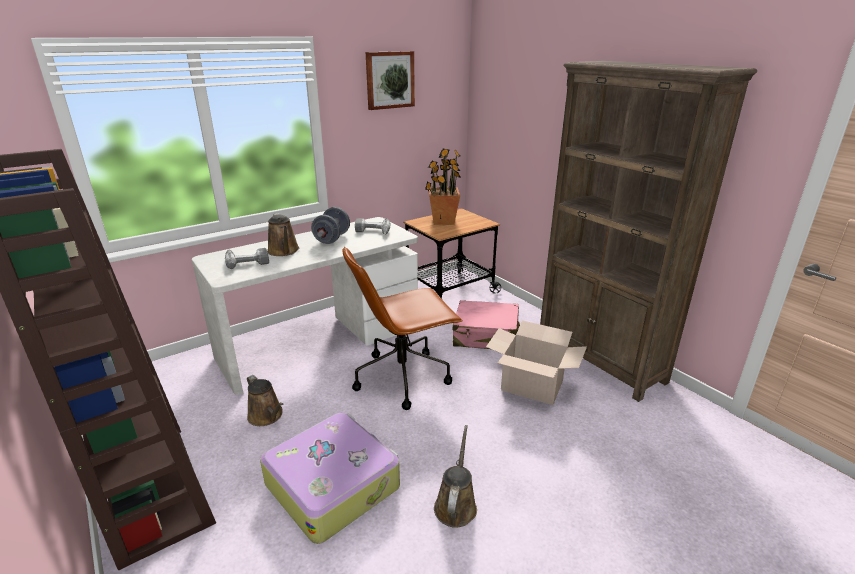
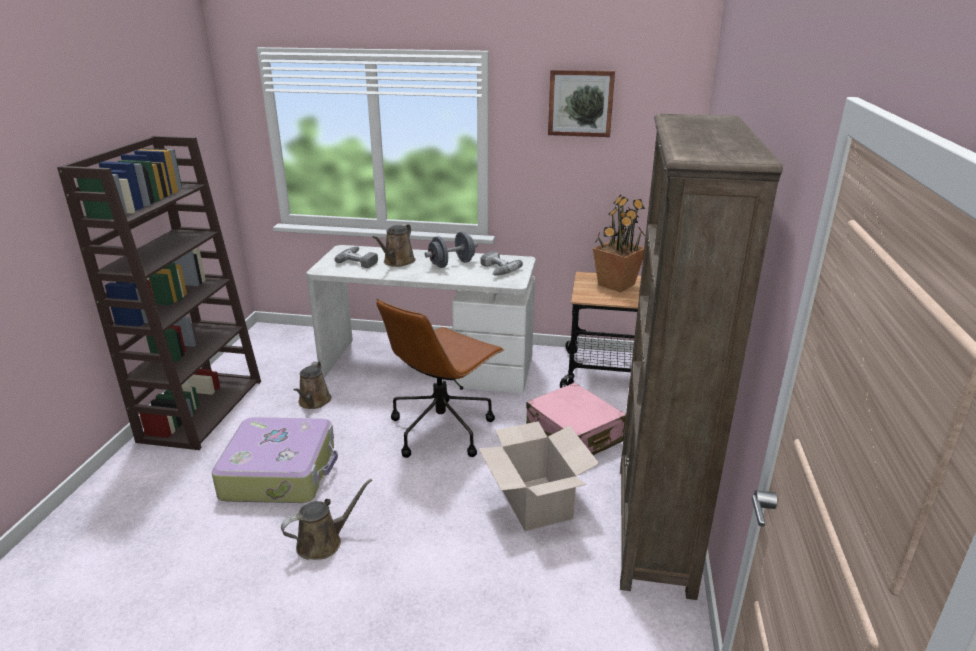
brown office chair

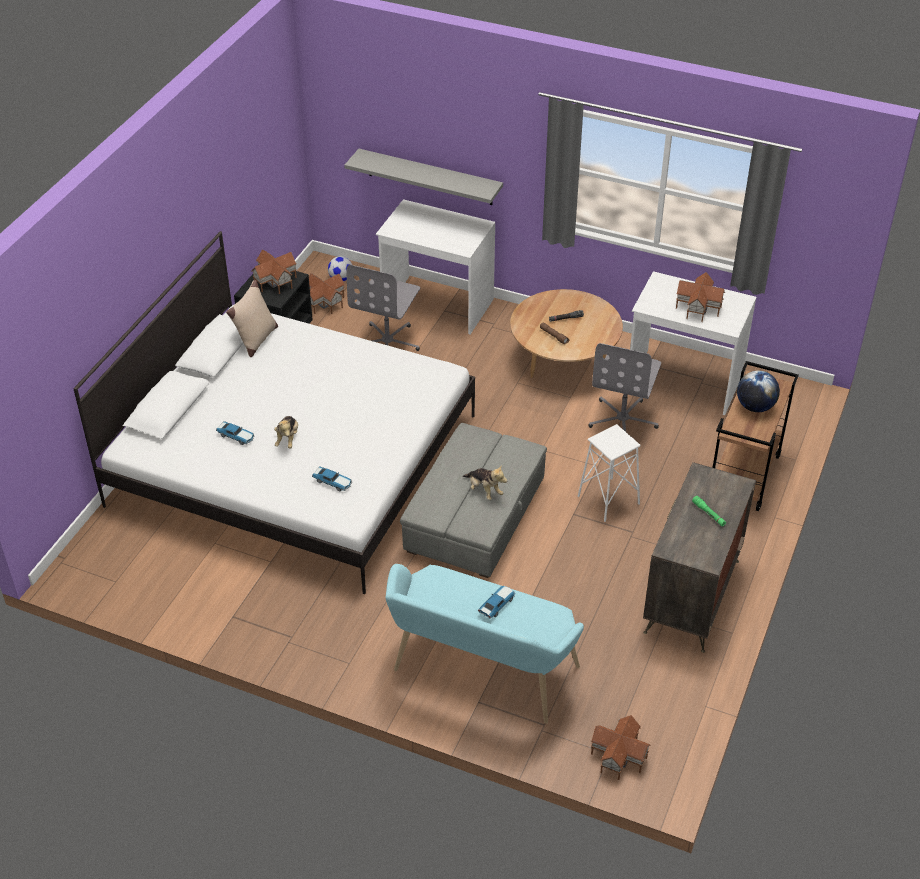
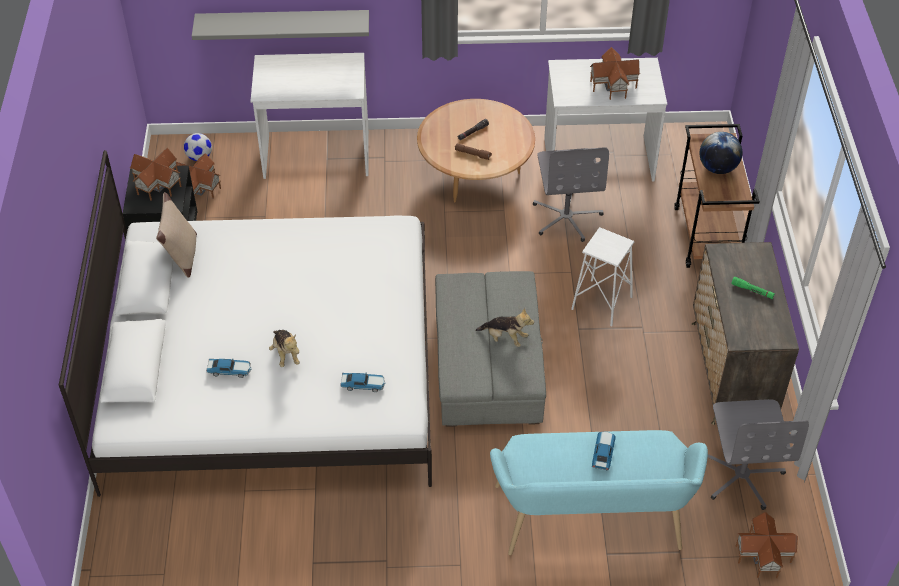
grey office chair (2nd from left)

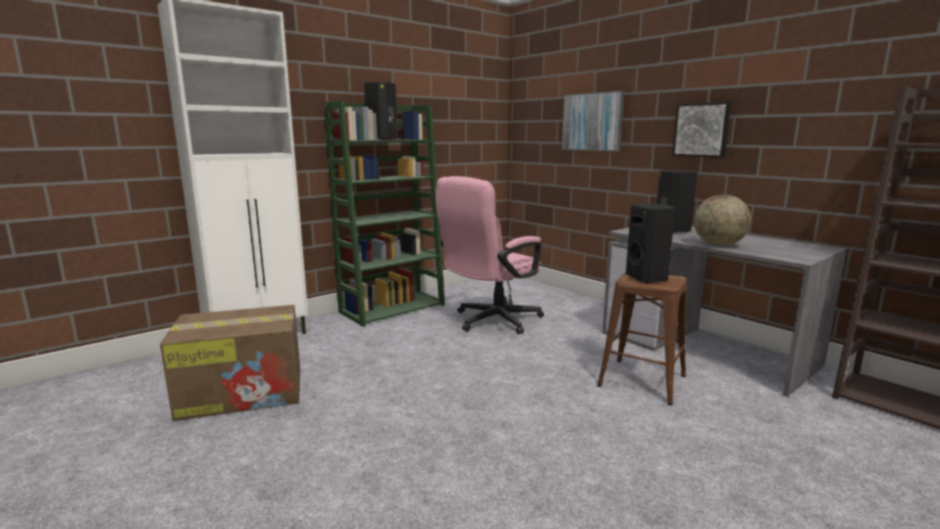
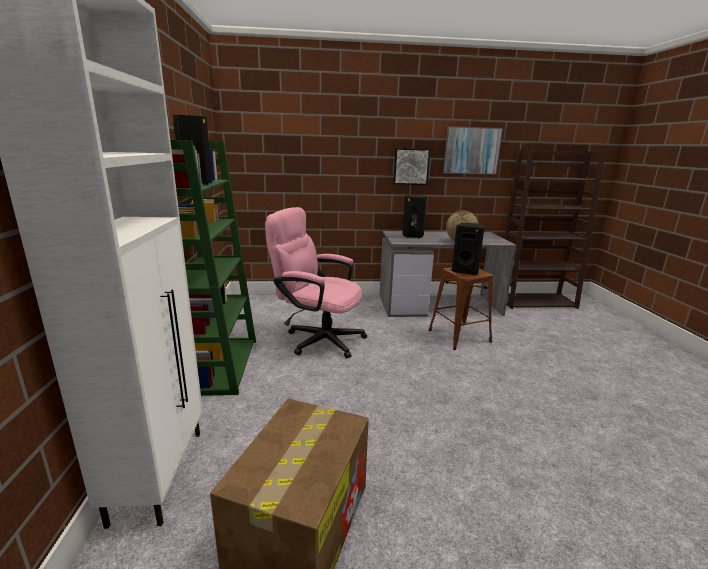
pink office chair
picture (2nd from left)

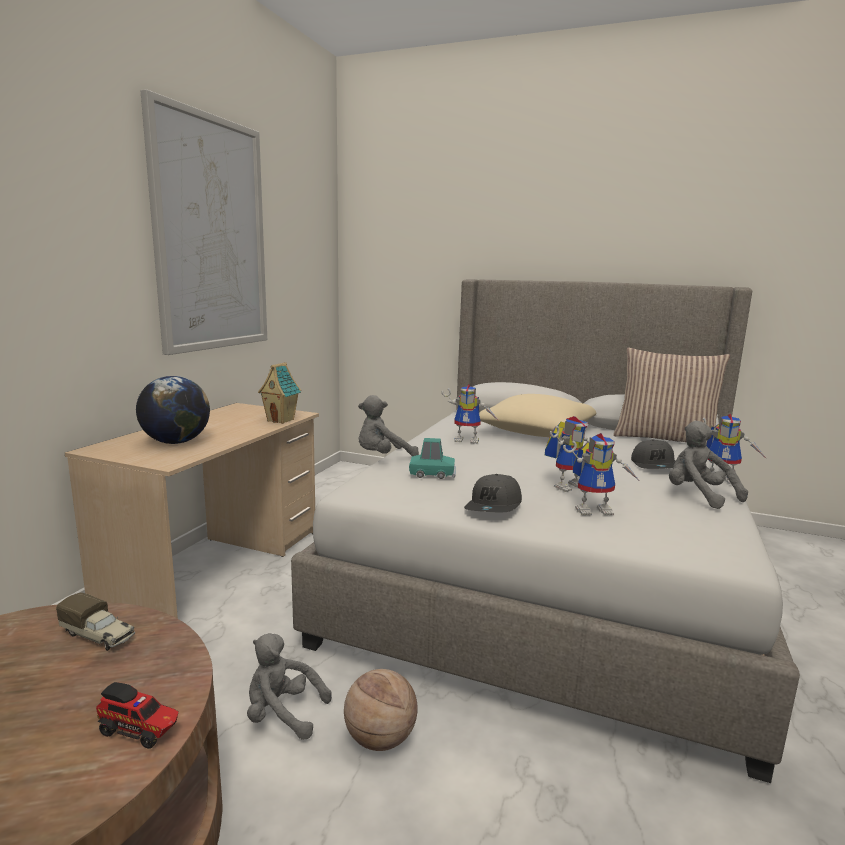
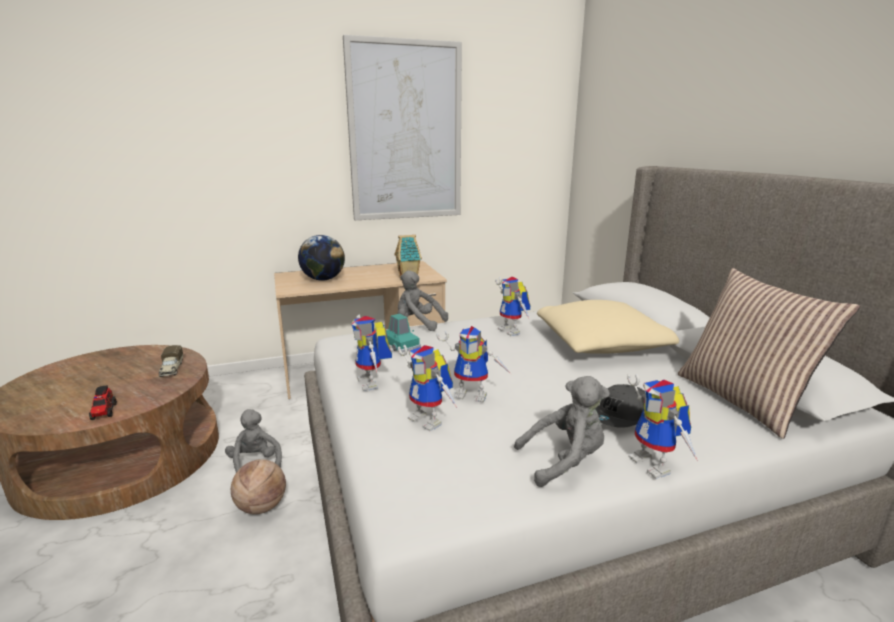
toy robot (1st from left)
grey plush toy (3rd from left)

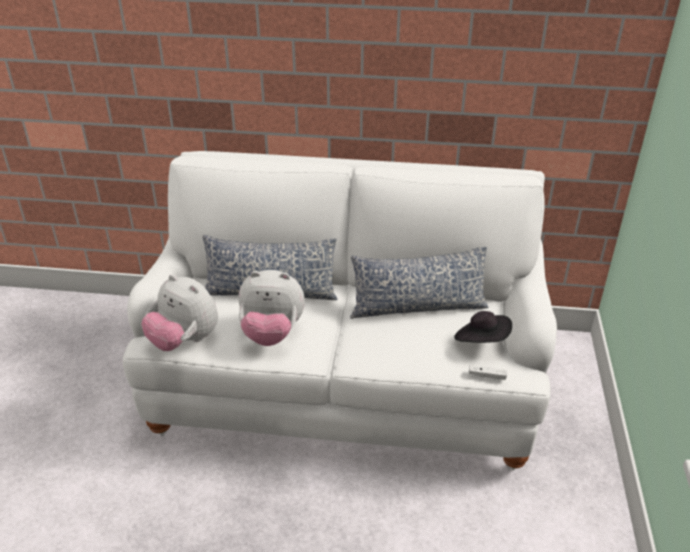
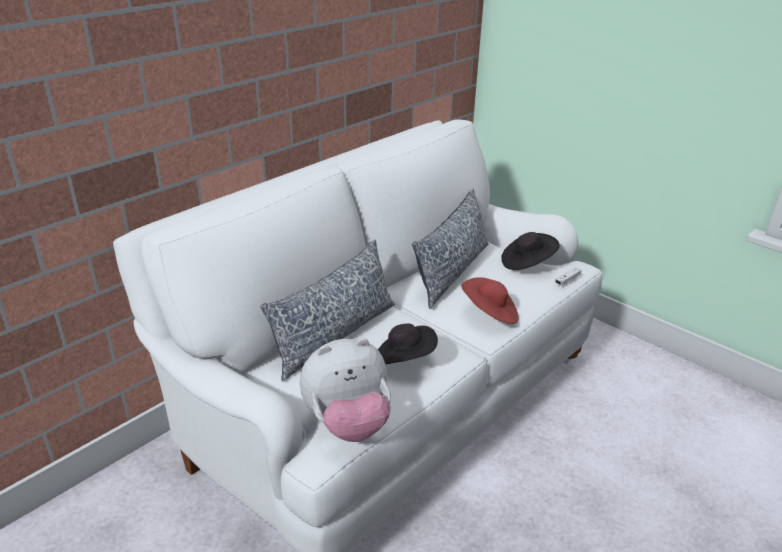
black hat (1st from left)
red hat

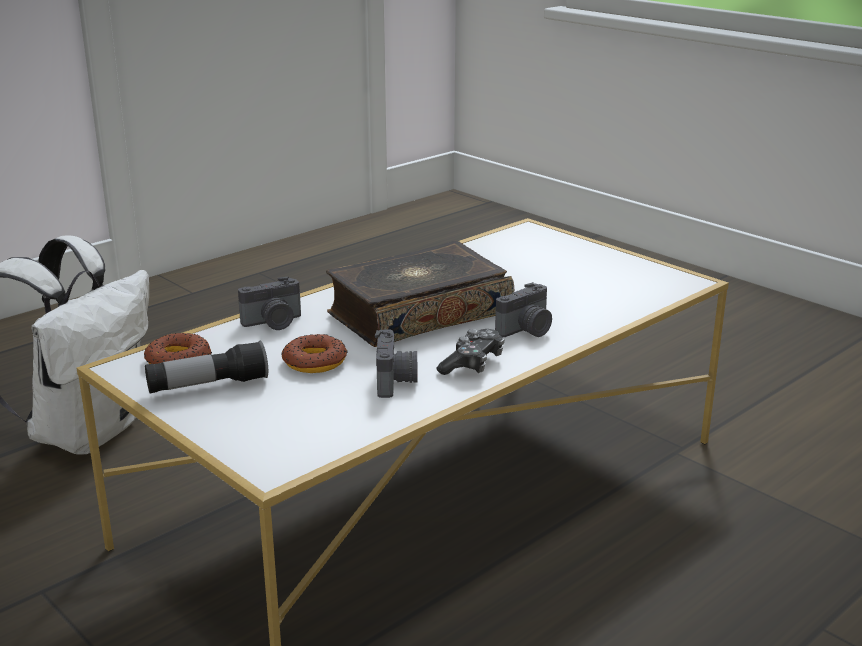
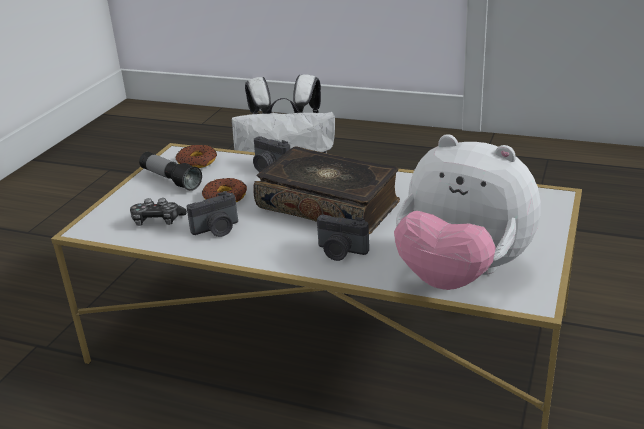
game controller
plush toy

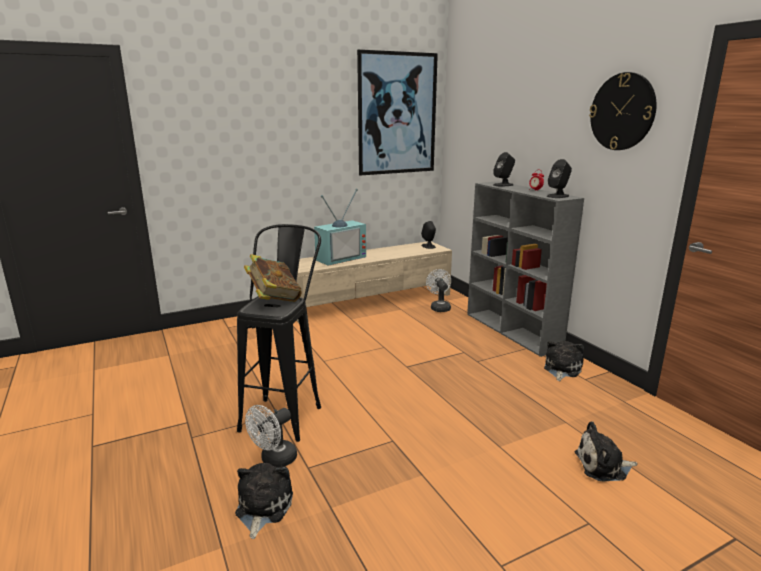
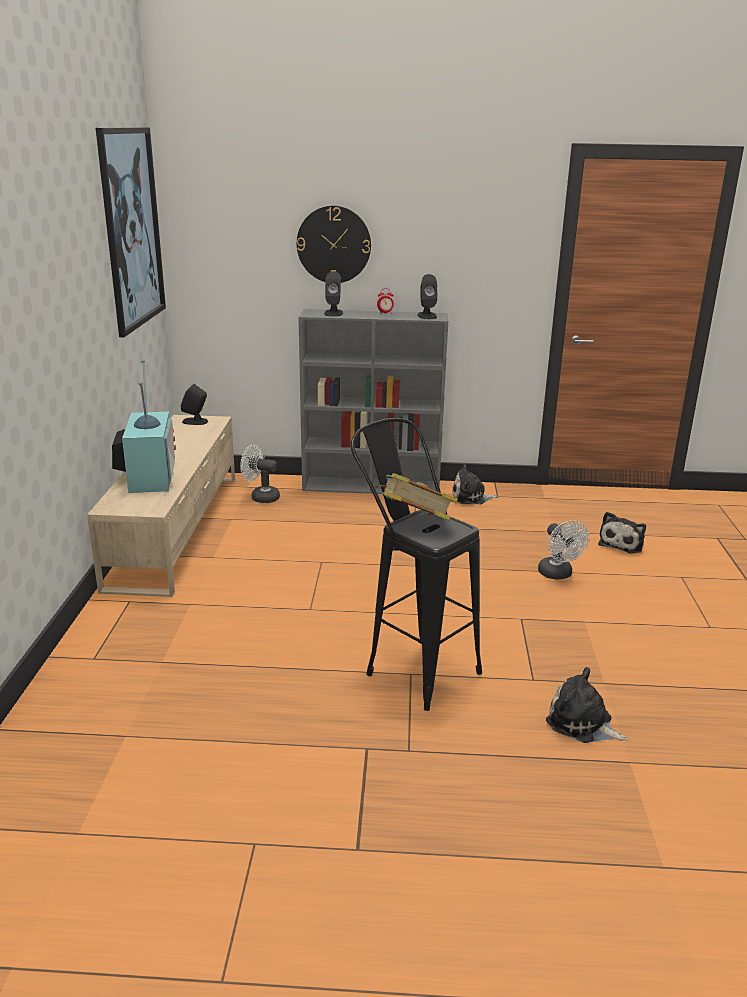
white fan (2nd from left)
plush toy (1st from left)
wall clock

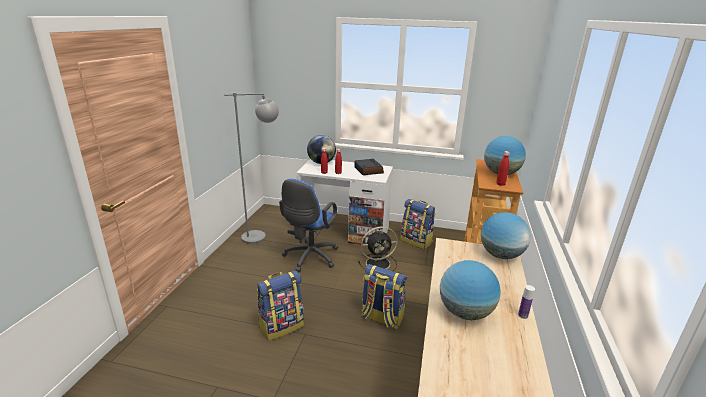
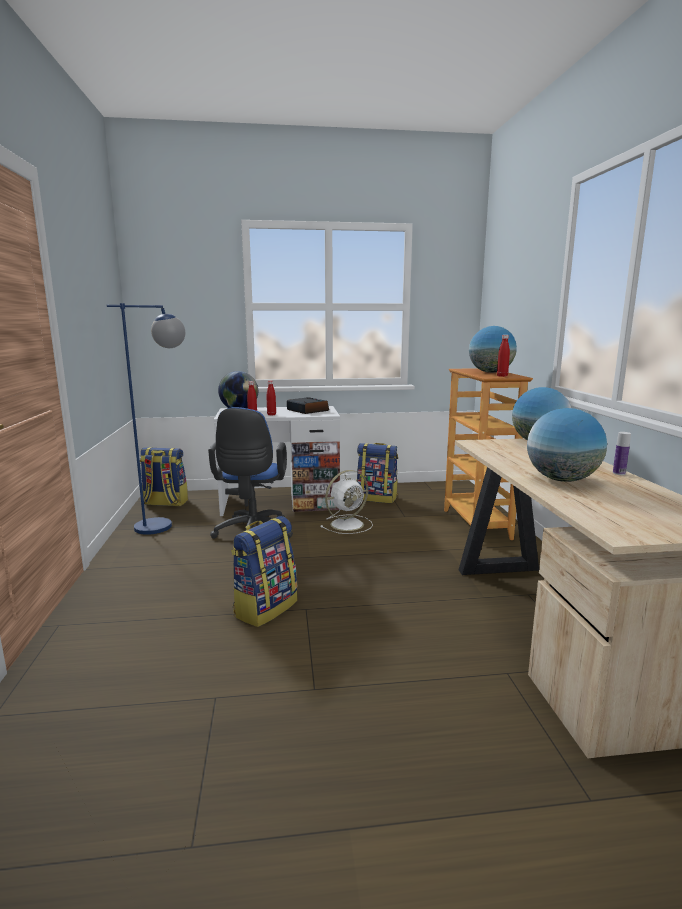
blue floor lamp
white fan
backpack (1st from left)

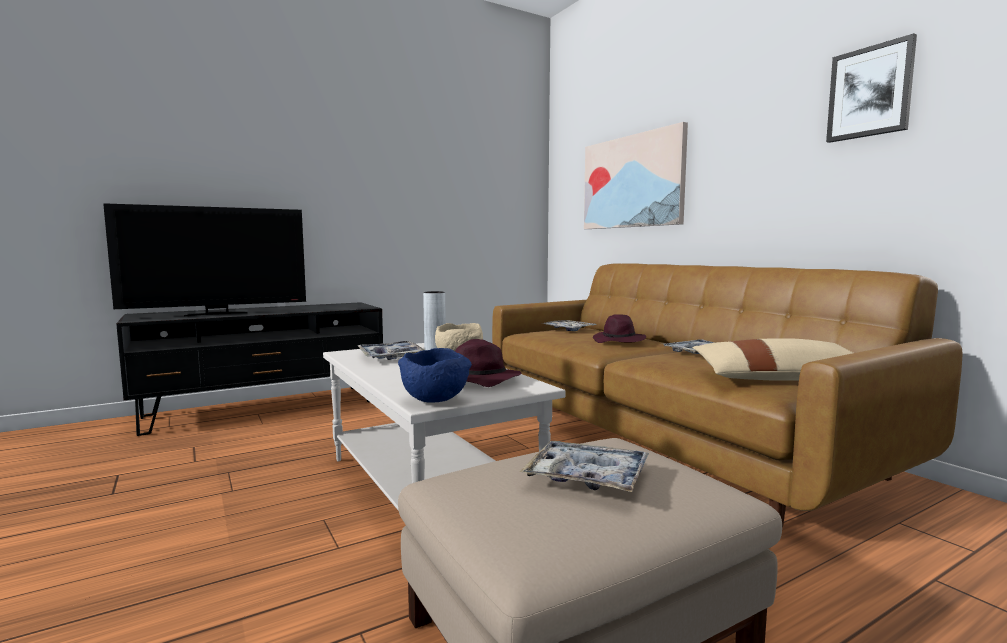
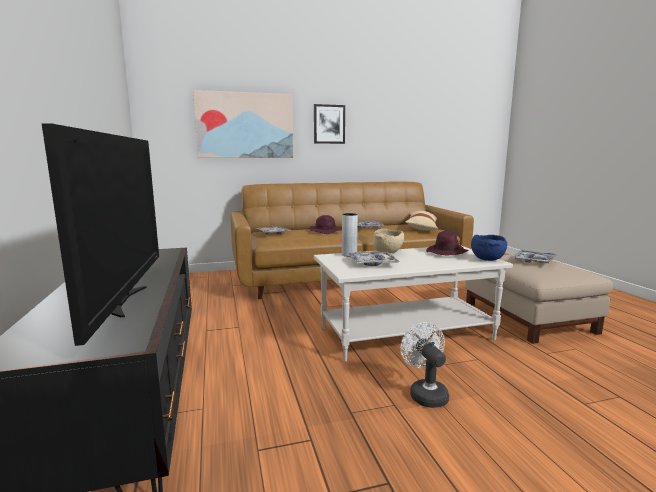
picture (2nd from left)
white fan

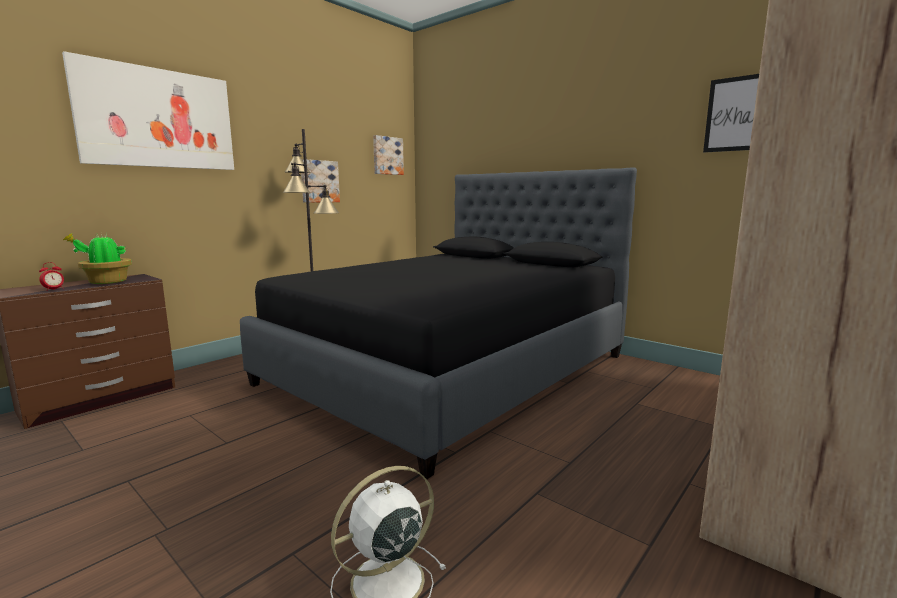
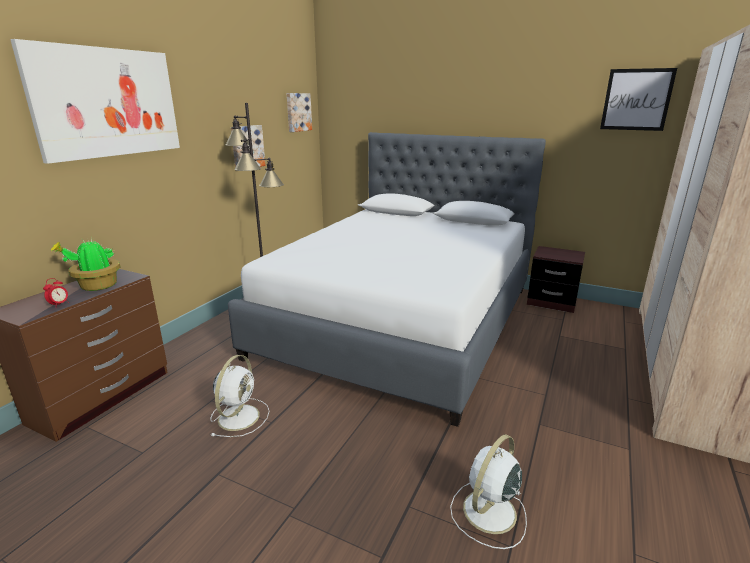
white bed
white fan (1st from left)
brown nightstand

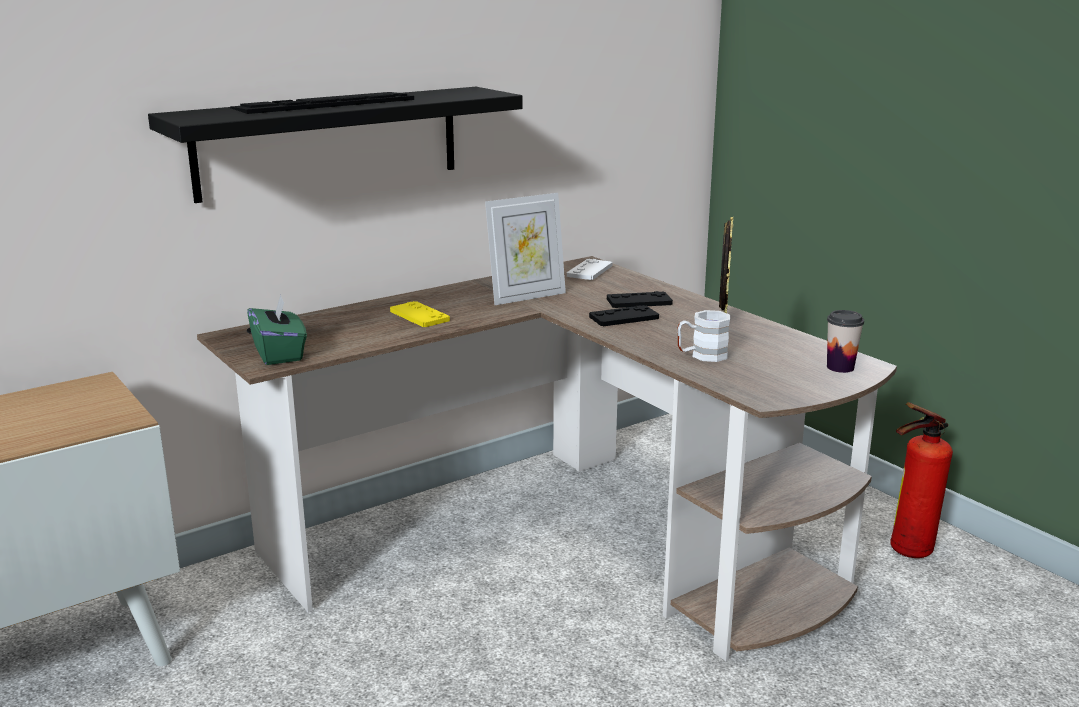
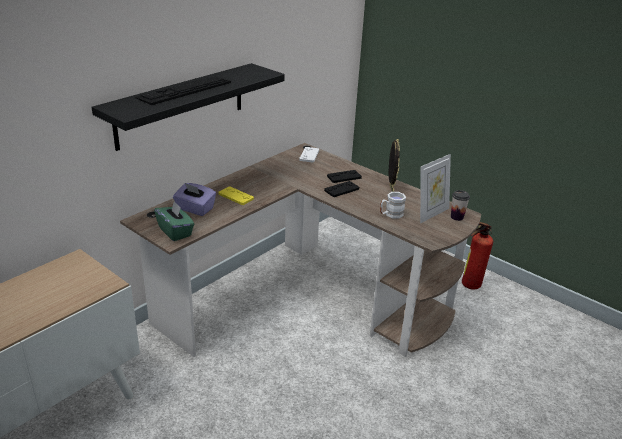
picture frame (2nd from left)
purple tissue box

